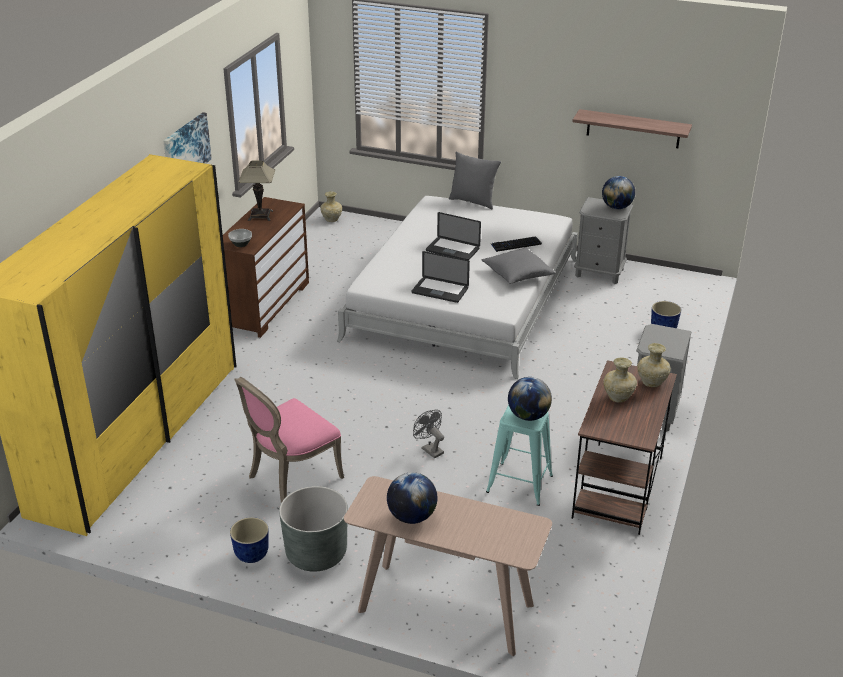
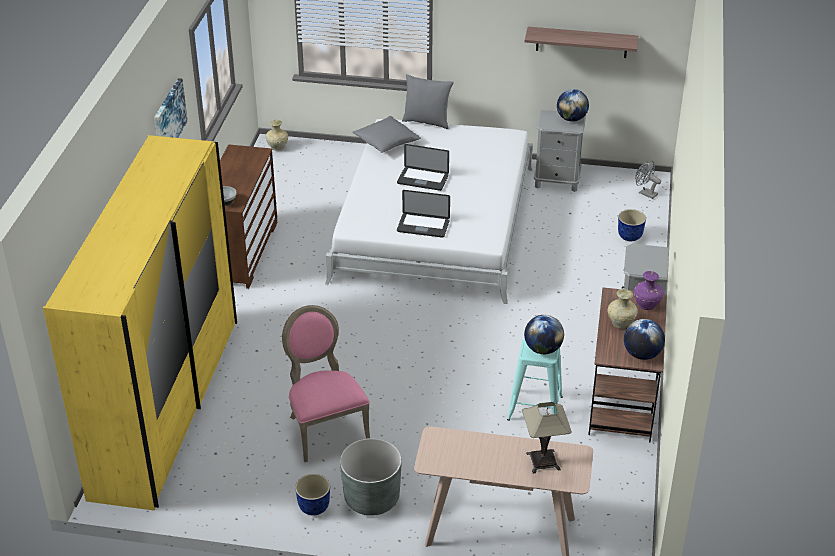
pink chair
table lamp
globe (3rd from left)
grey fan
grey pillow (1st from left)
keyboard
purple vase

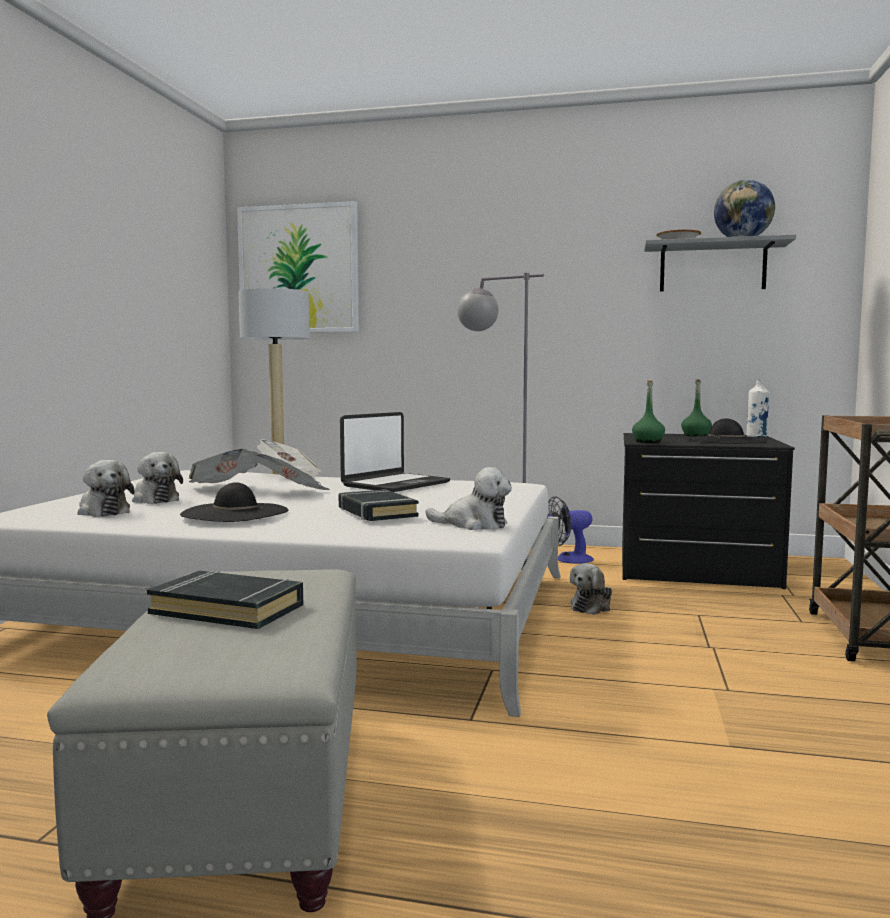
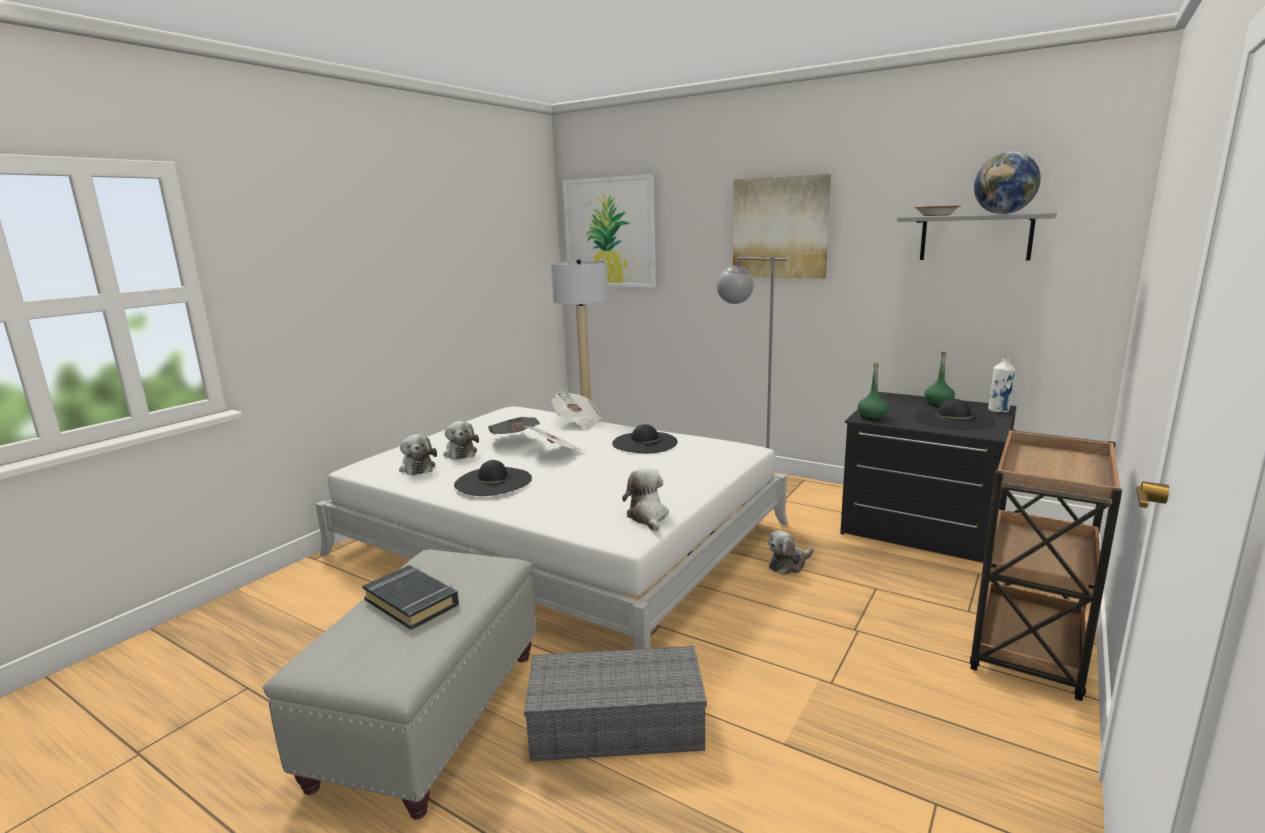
black book (2nd from left in the first image)
black hat (2nd from left)
plush toy (3rd from left)
fan
grey storage box
picture (2nd from left)

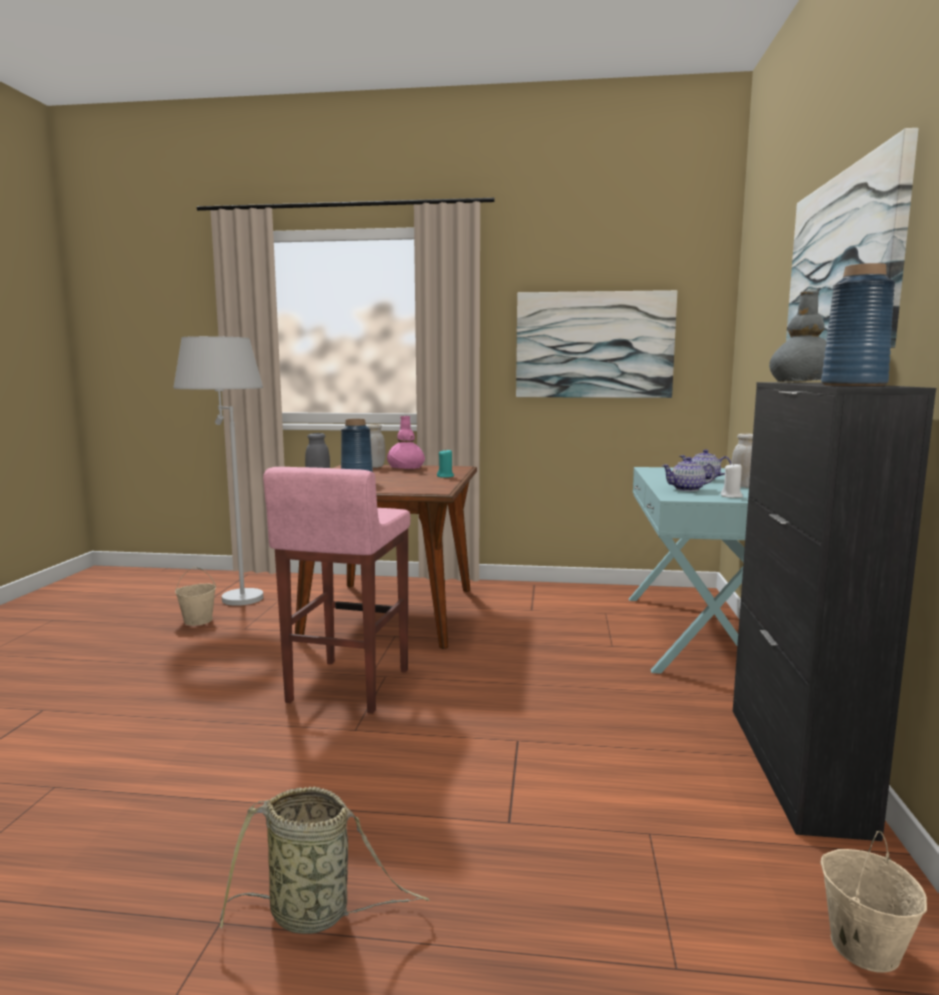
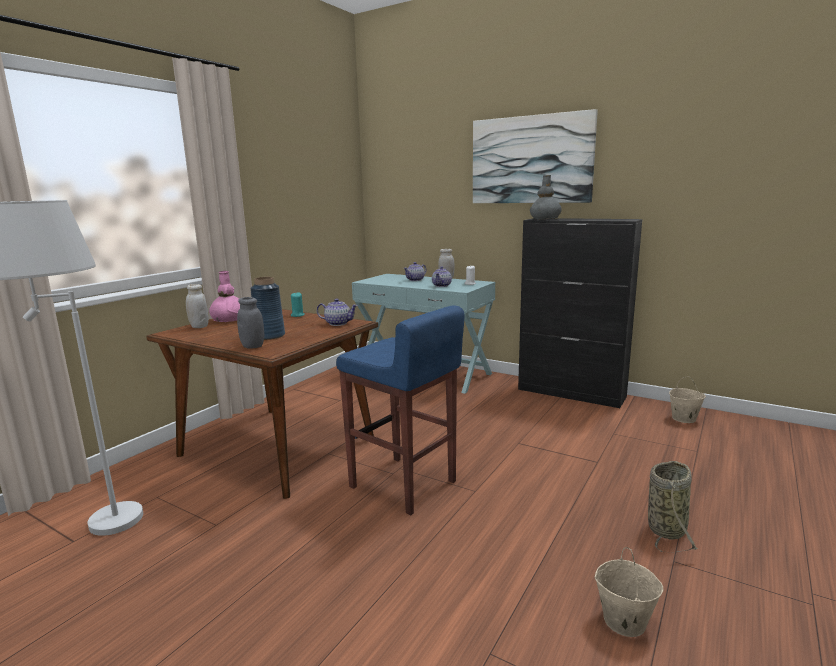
beige bucket (1st from left)
blue stool
picture (1st from left in the first image)
blue vase (2nd from left in the first image)
teapot (1st from left)

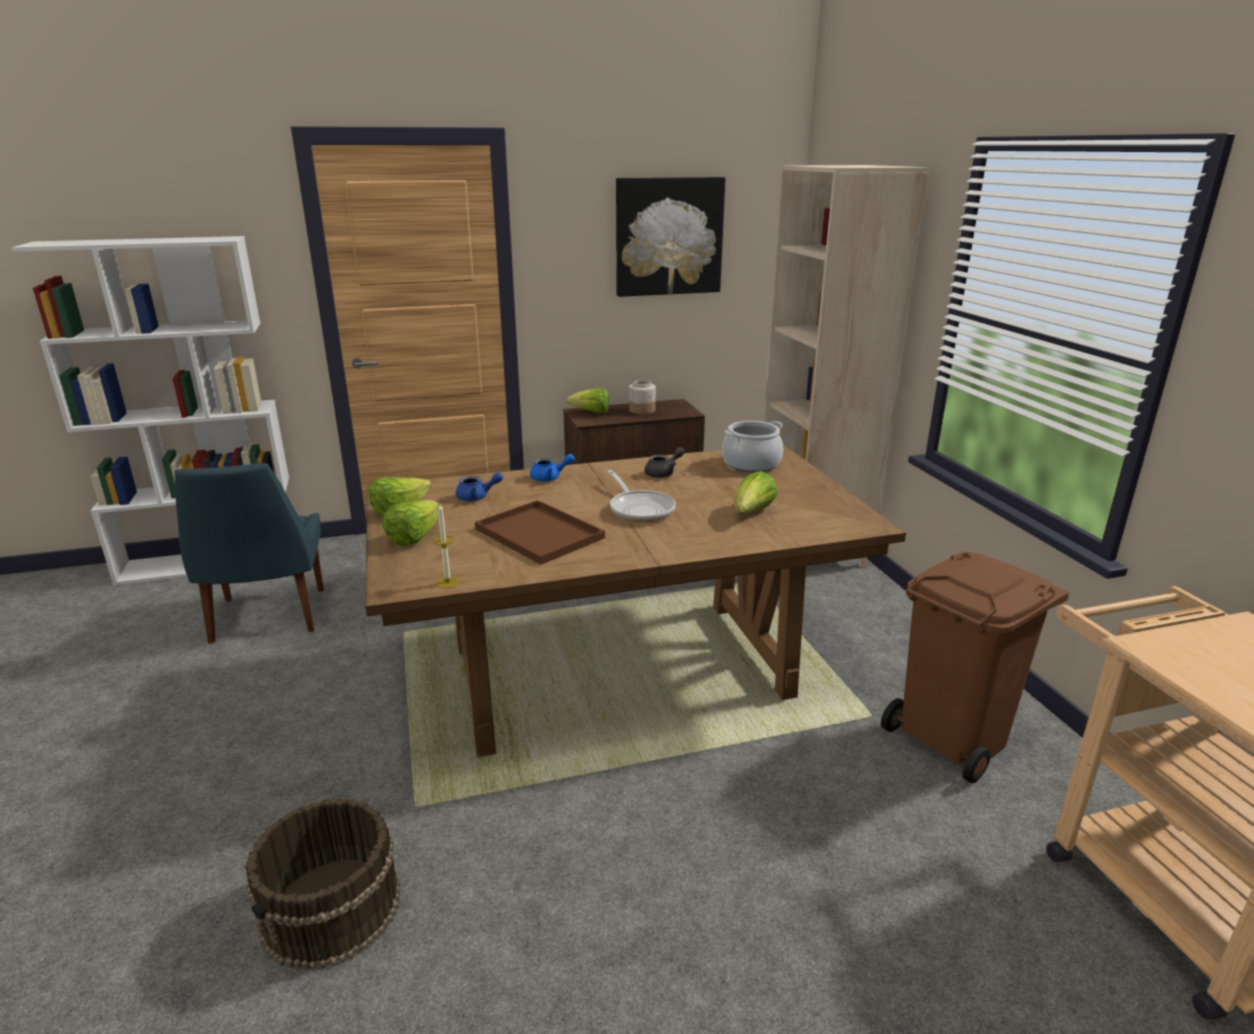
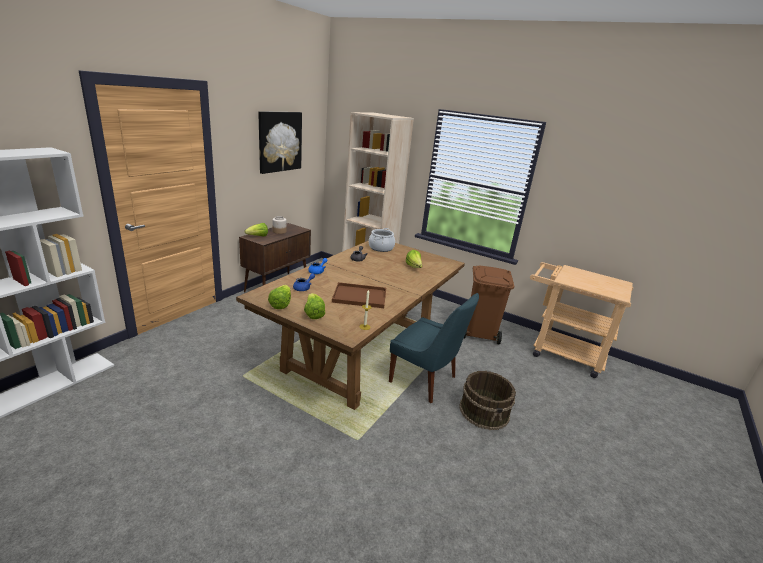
blue chair
brown bucket
frying pan

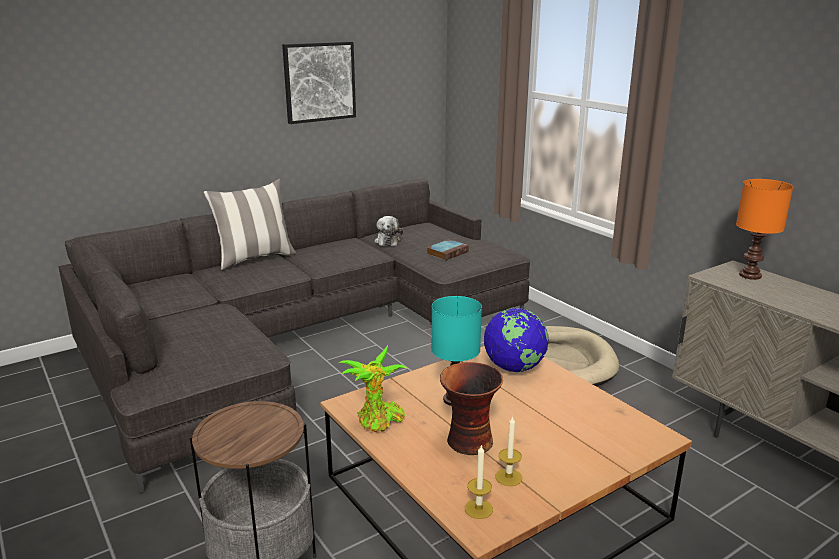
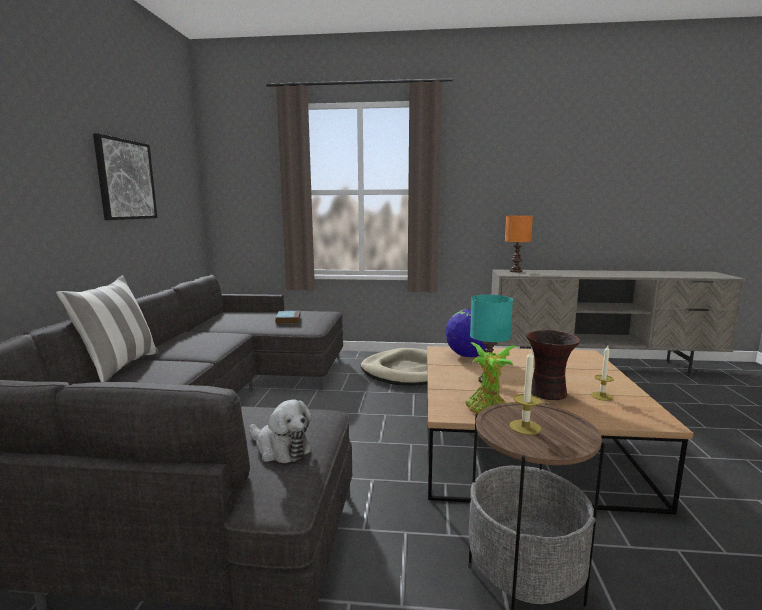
plush toy
candle (1st from left)

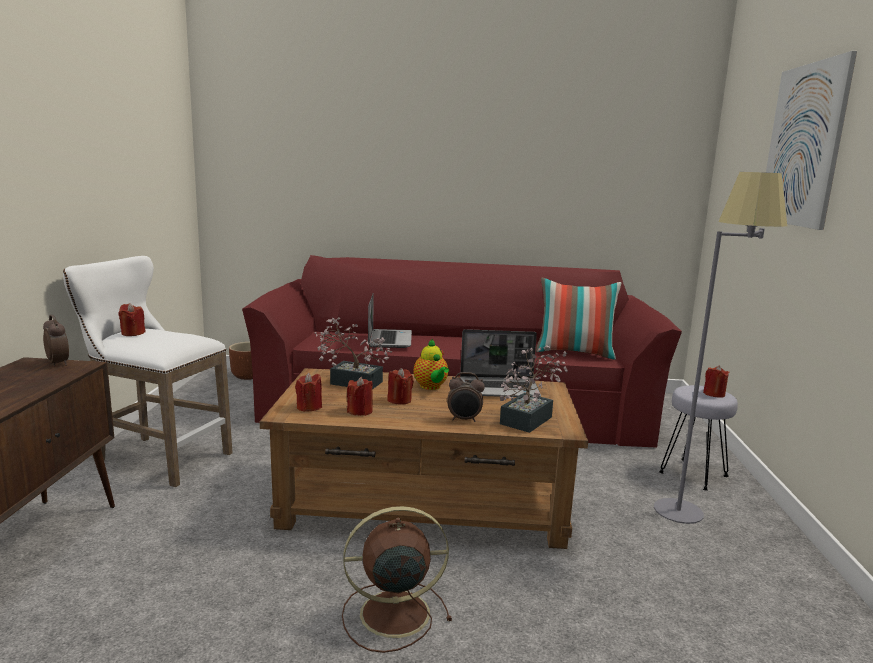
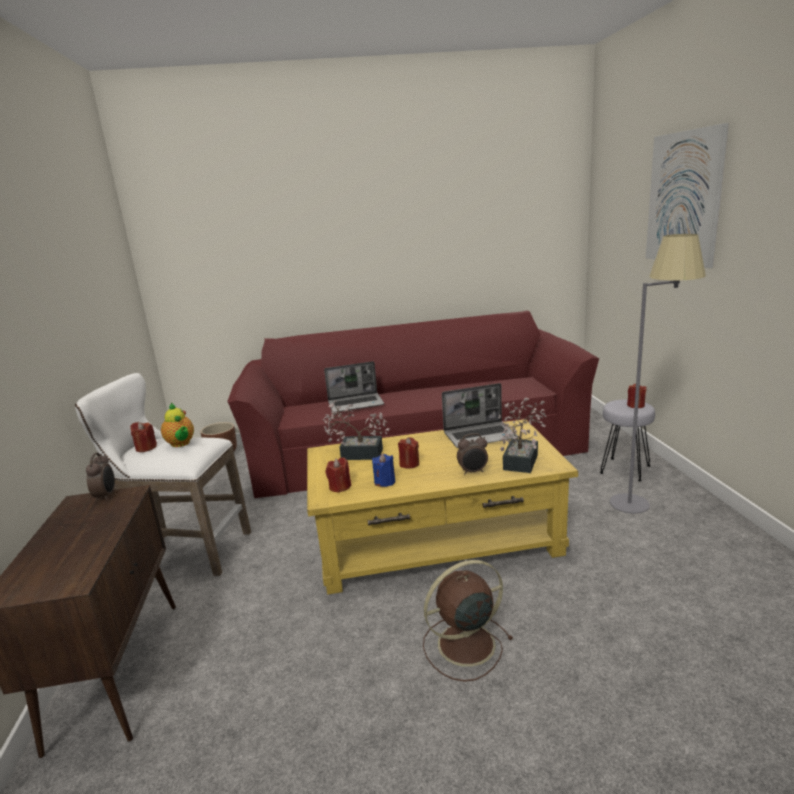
alarm clock (1st from left)
yellow coffee table
blue candle
laptop (1st from left)
teapot
pillow

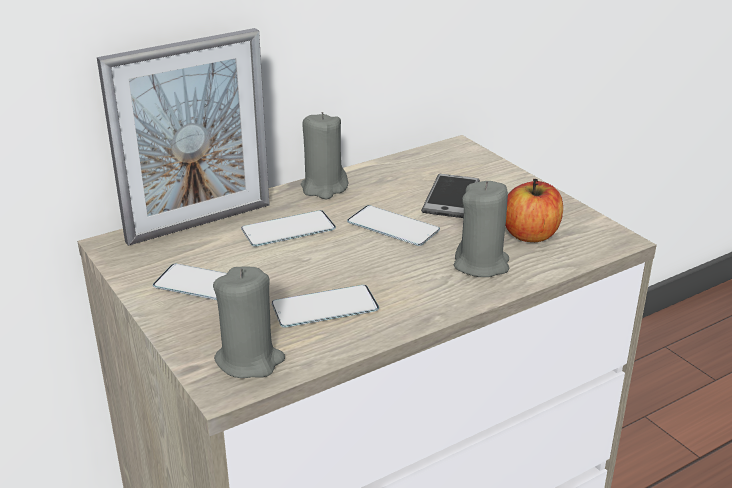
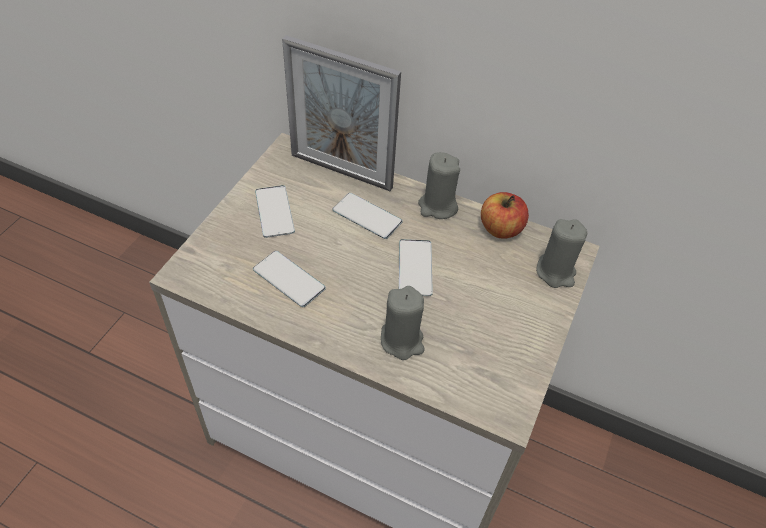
grey candle (3rd from left)
phone (5th from left in the first image)
apple

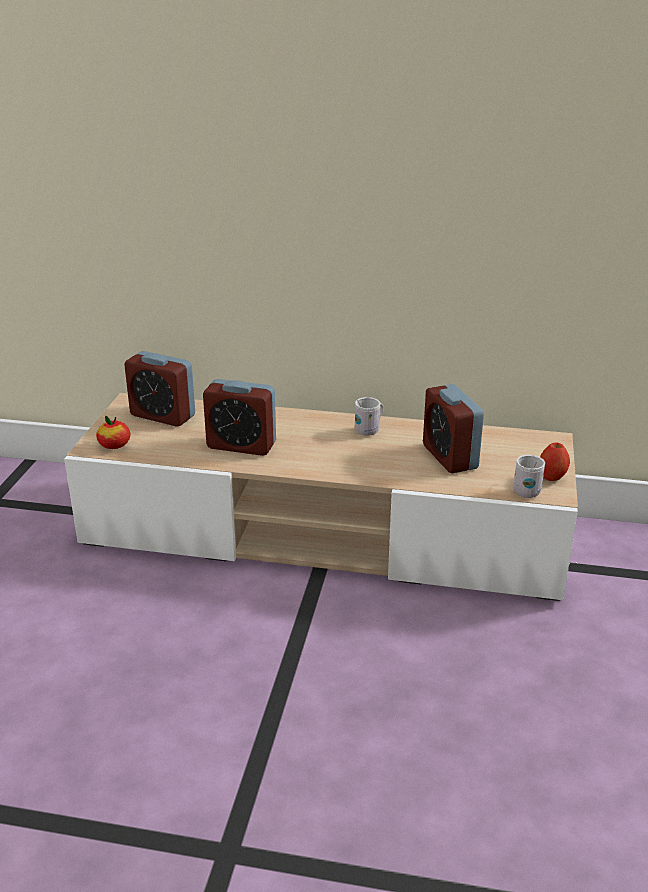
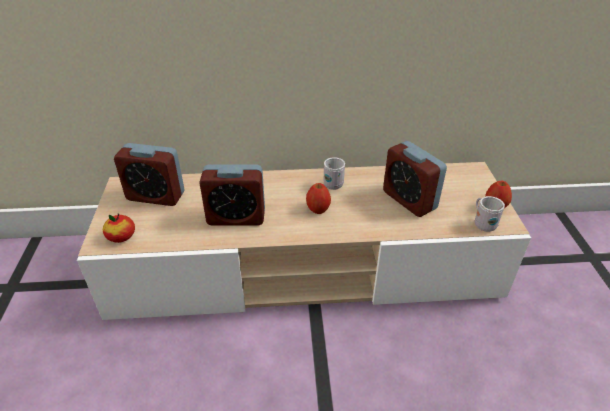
apple (2nd from left)

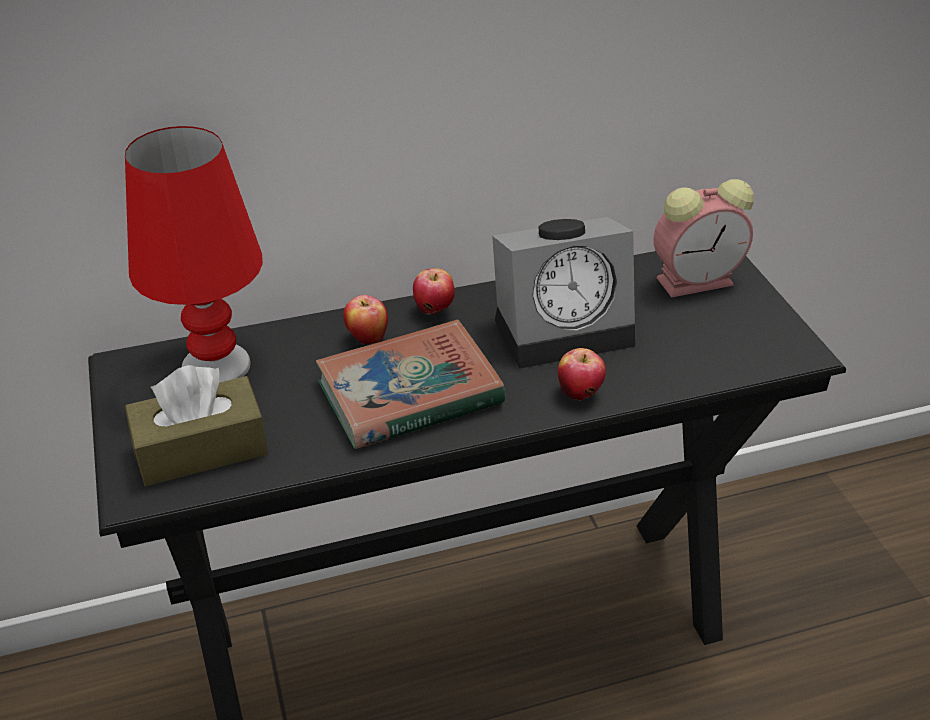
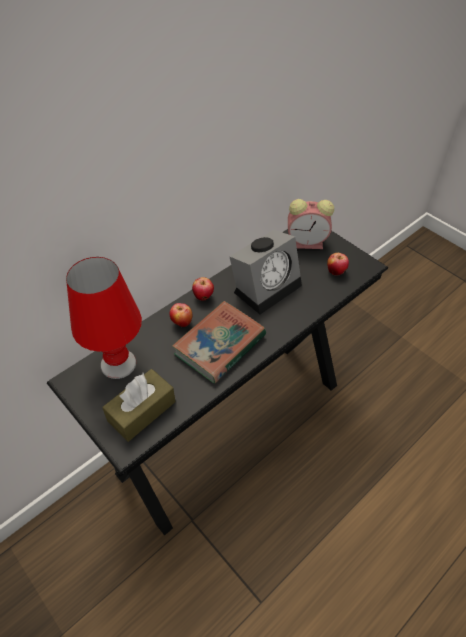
apple (3rd from left)
alarm clock (2nd from left)

